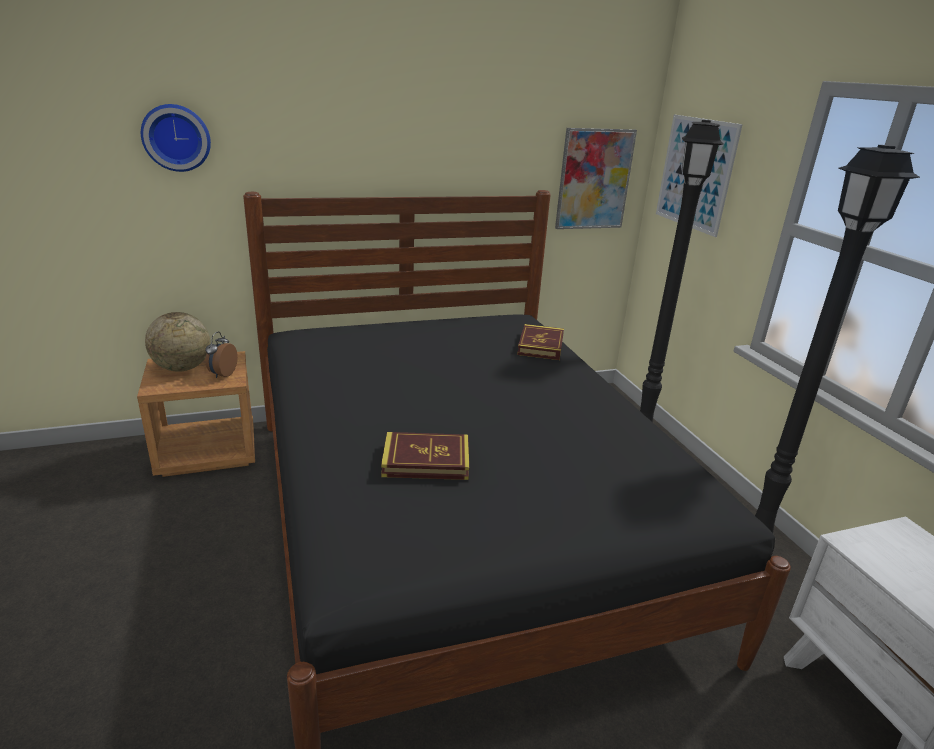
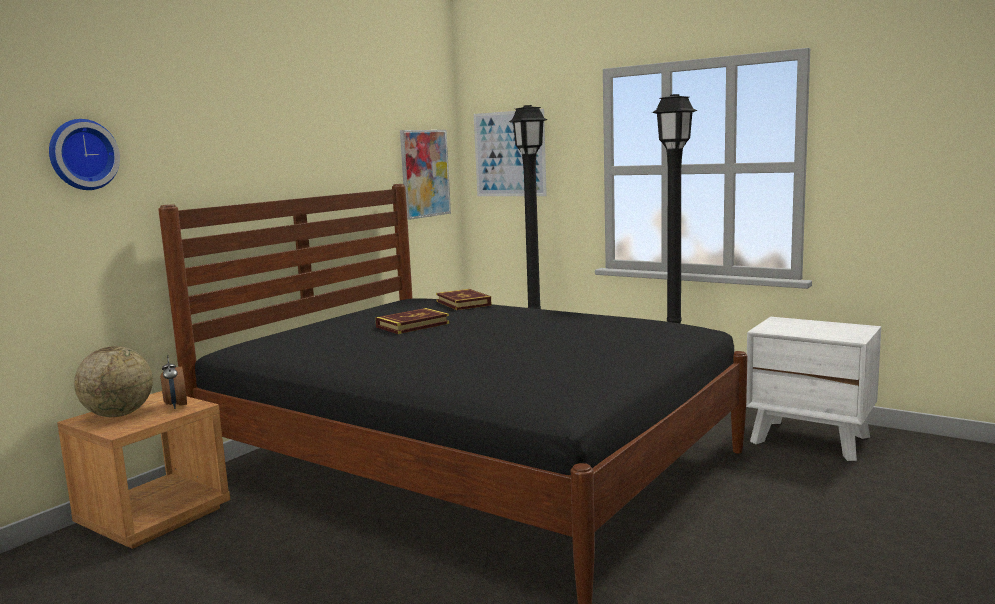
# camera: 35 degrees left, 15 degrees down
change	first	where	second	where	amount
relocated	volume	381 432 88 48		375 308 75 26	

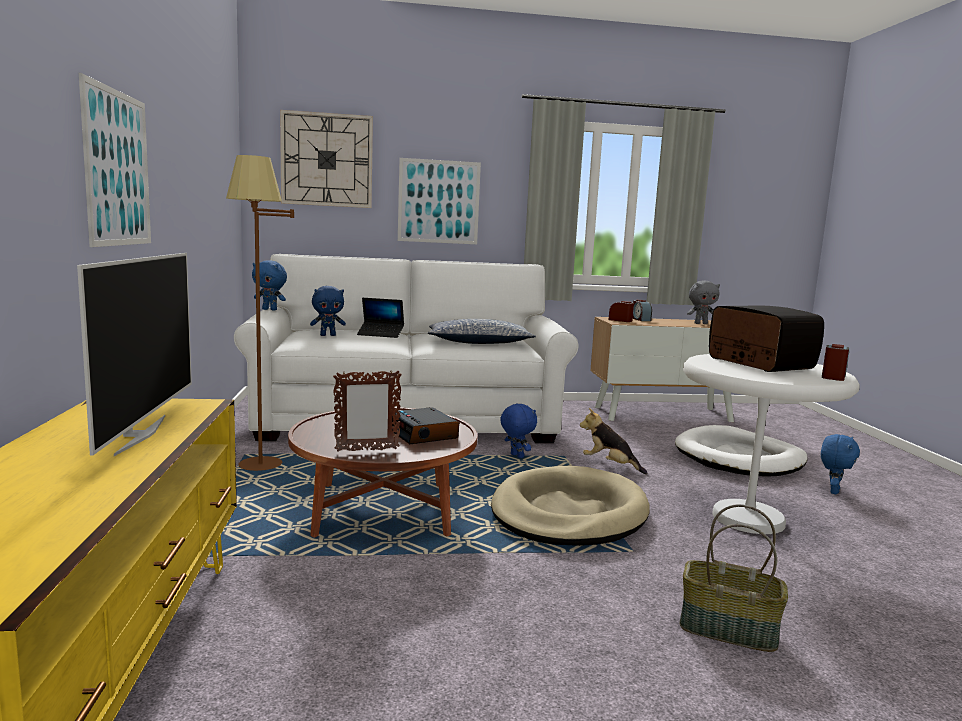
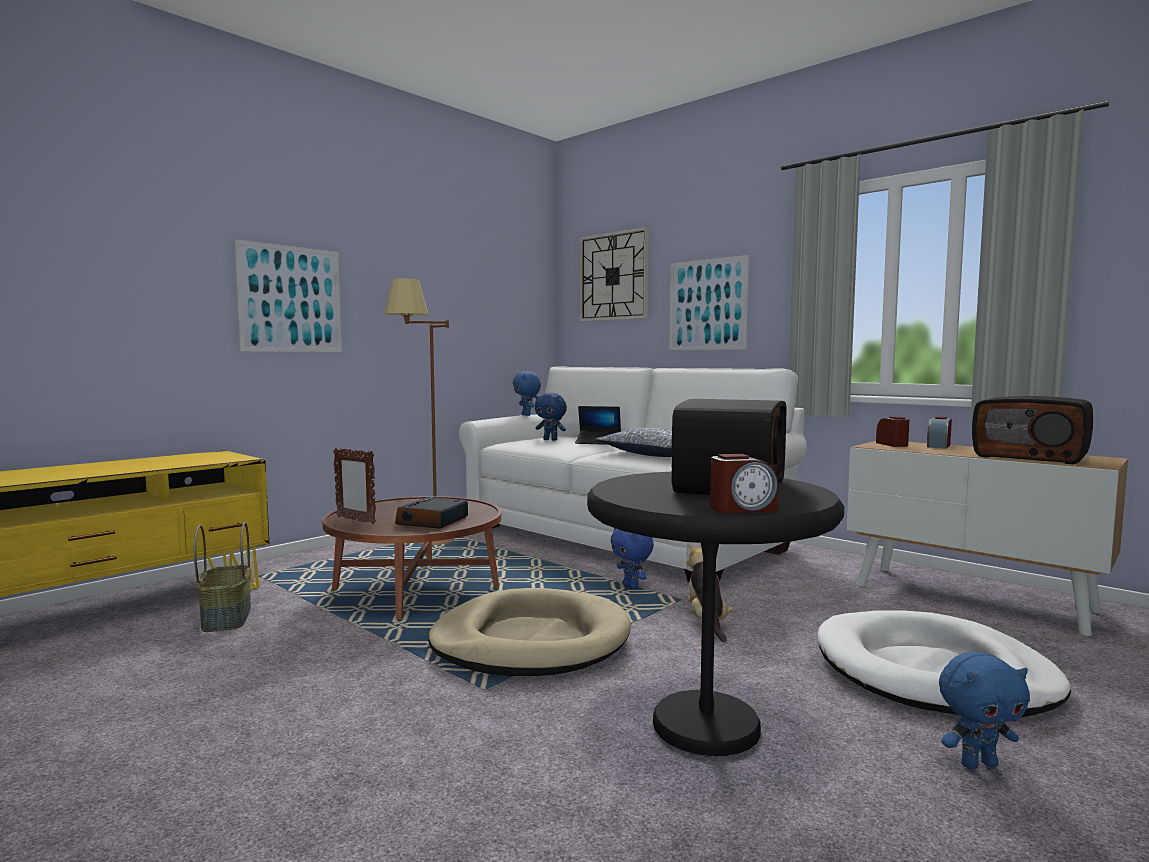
# camera: 50 degrees right, 5 degrees down
change	first	where	second	where	amount
relocated	household basket	680 504 108 148		194 522 57 110	
spun	notebook computer	357 298 47 40		575 406 46 39	45 degrees counterclockwise
colour	white accent table	683 354 177 180	blackish accent table	587 472 257 284	
spun	blue cuddly toy	500 403 37 55		610 528 44 60	135 degrees clockwise
exchanged	greyish cuddly toy	687 281 33 43	radio receiver	972 396 121 68	
missing	TV set	77 253 115 203			

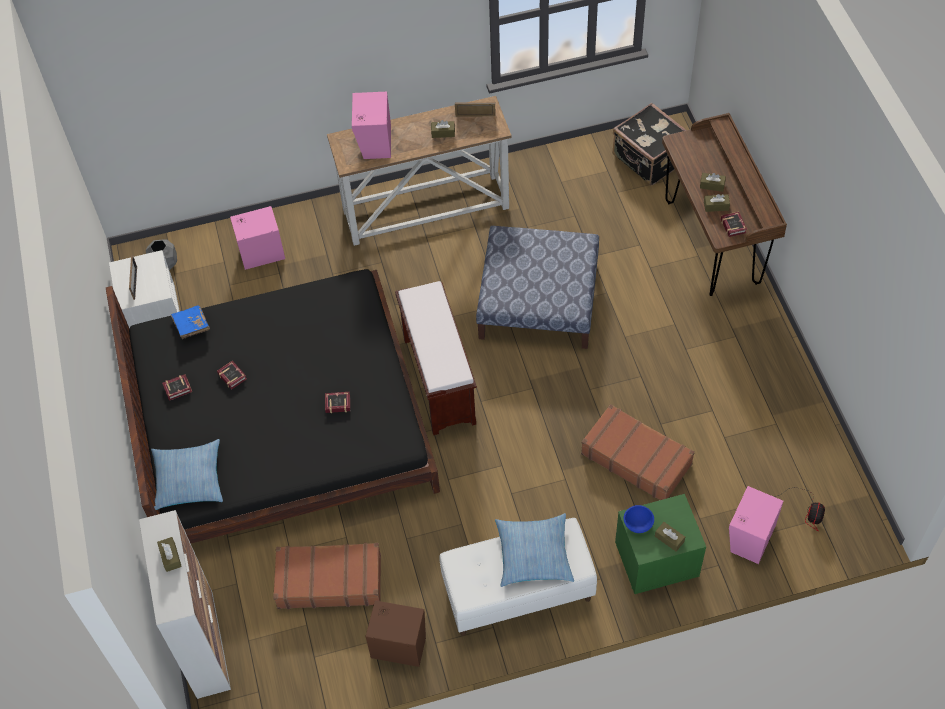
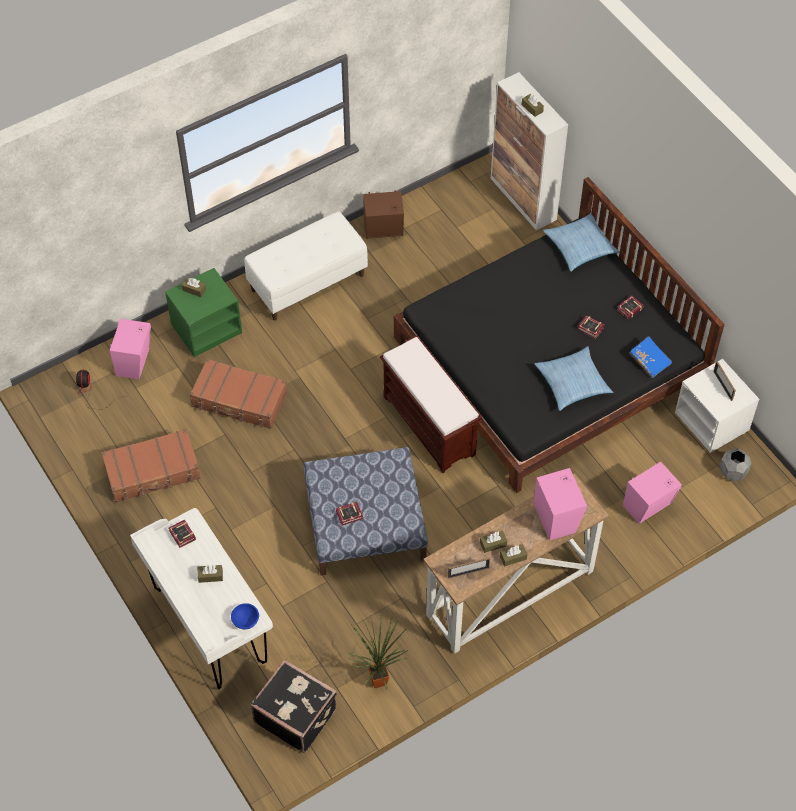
# camera: 160 degrees right, 0 degrees up
change	first	where	second	where	amount
relocated	brown travel case	273 543 108 66		101 429 100 73	
colour	brown desk	662 113 125 183	white desk	130 508 143 181	
relocated	blue serving bowl	624 505 30 28		231 603 28 26	
relocated	volume	325 392 25 21		336 502 27 24	
appeared			plant in a pot	348 613 60 77	
relocated	brown tissue holder	704 194 26 18		500 544 27 23	
relocated	cushion	495 513 79 74		534 346 80 65	

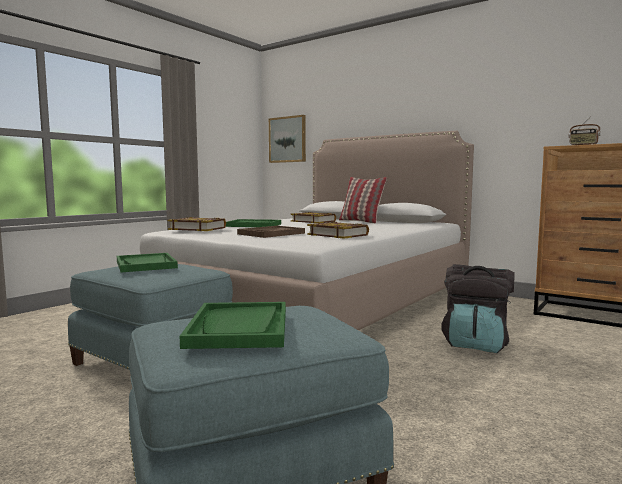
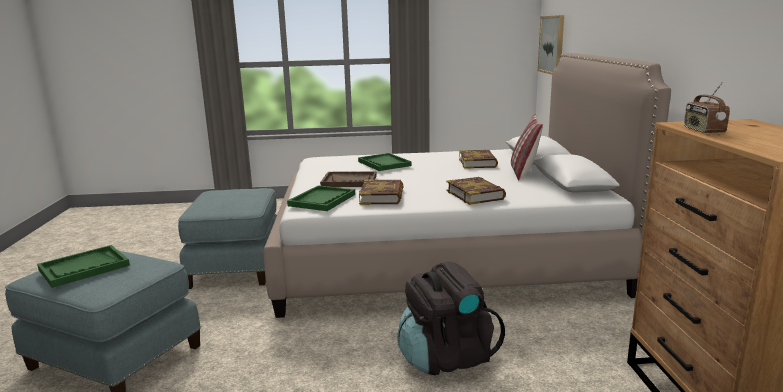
# camera: 50 degrees right, 10 degrees up
change	first	where	second	where	amount
relocated	greenish tray	117 253 61 19		287 185 68 26	
relocated	volume	168 217 58 14		446 177 60 28	

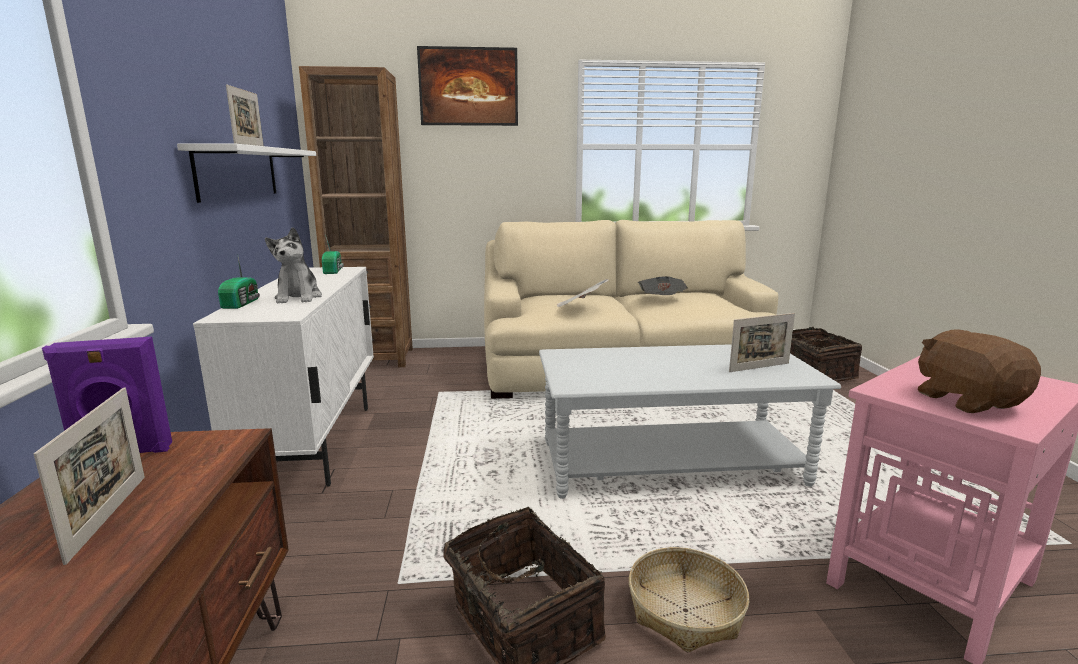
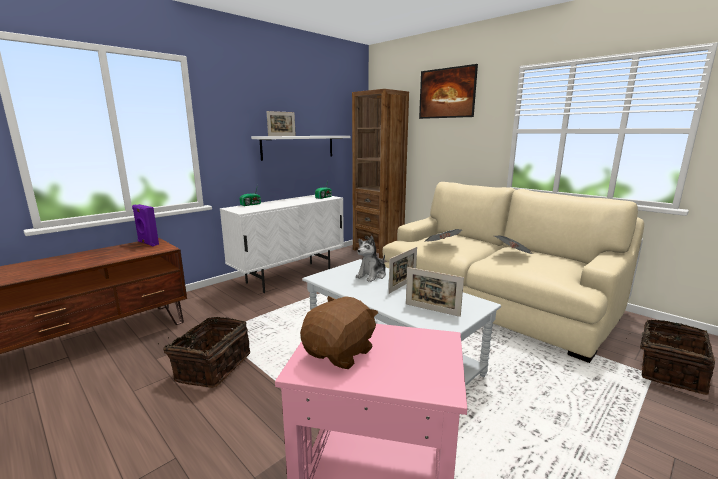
# camera: 50 degrees right, 0 degrees up
change	first	where	second	where	amount
relocated	cuddly toy	265 227 57 77		356 236 30 46	
relocated	photo frame	34 387 111 178		389 247 28 47	
missing	household basket	629 547 120 106			

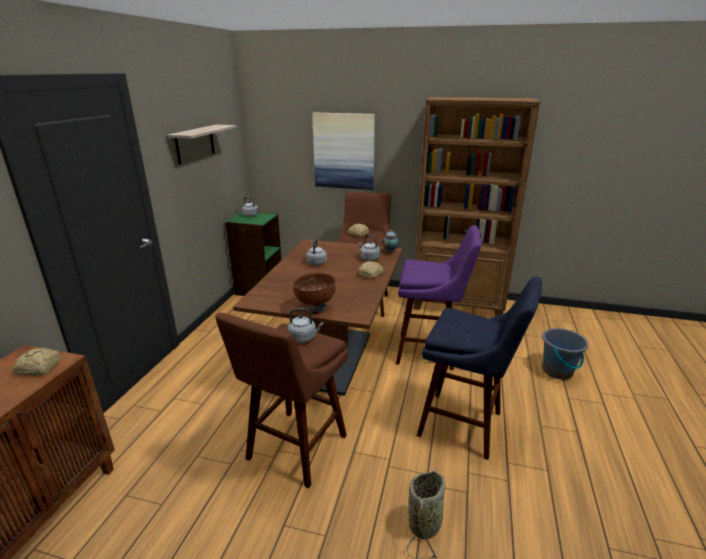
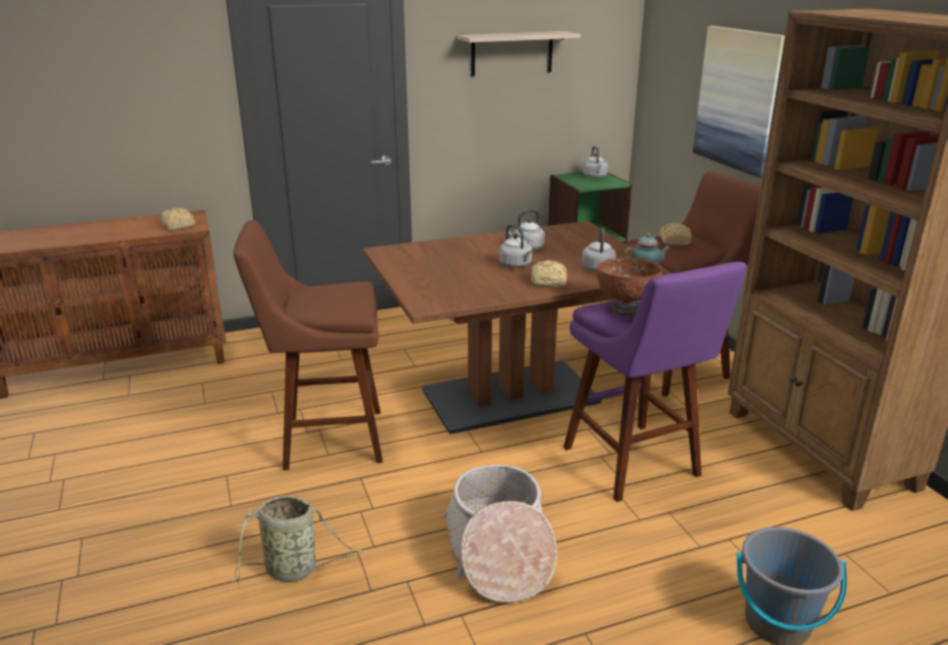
# camera: 55 degrees right, 0 degrees up
change	first	where	second	where	amount
exchanged	blue sitting stool	417 277 125 183	household basket	443 465 114 138	
relocated	greyish kettle	287 308 37 35		499 224 33 44	
relocated	brown serving bowl	293 273 43 41		597 257 65 59	

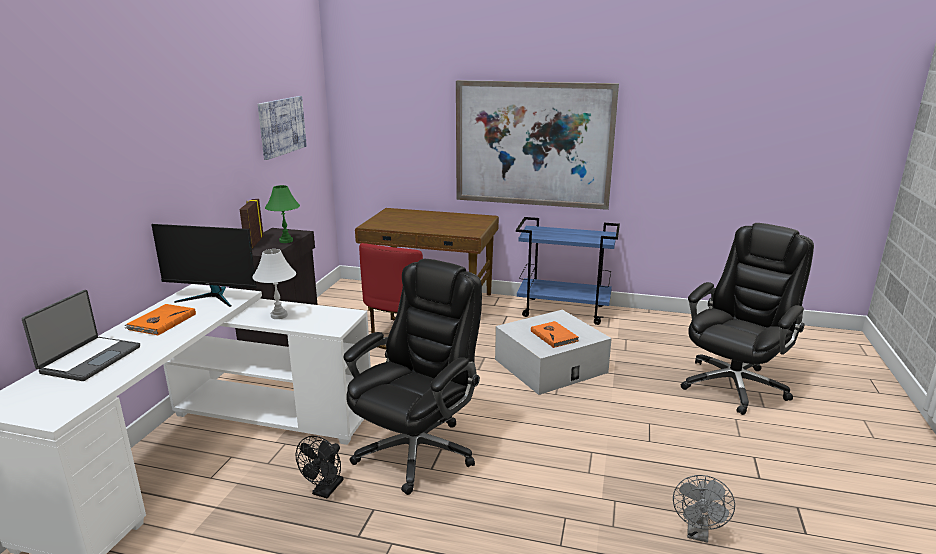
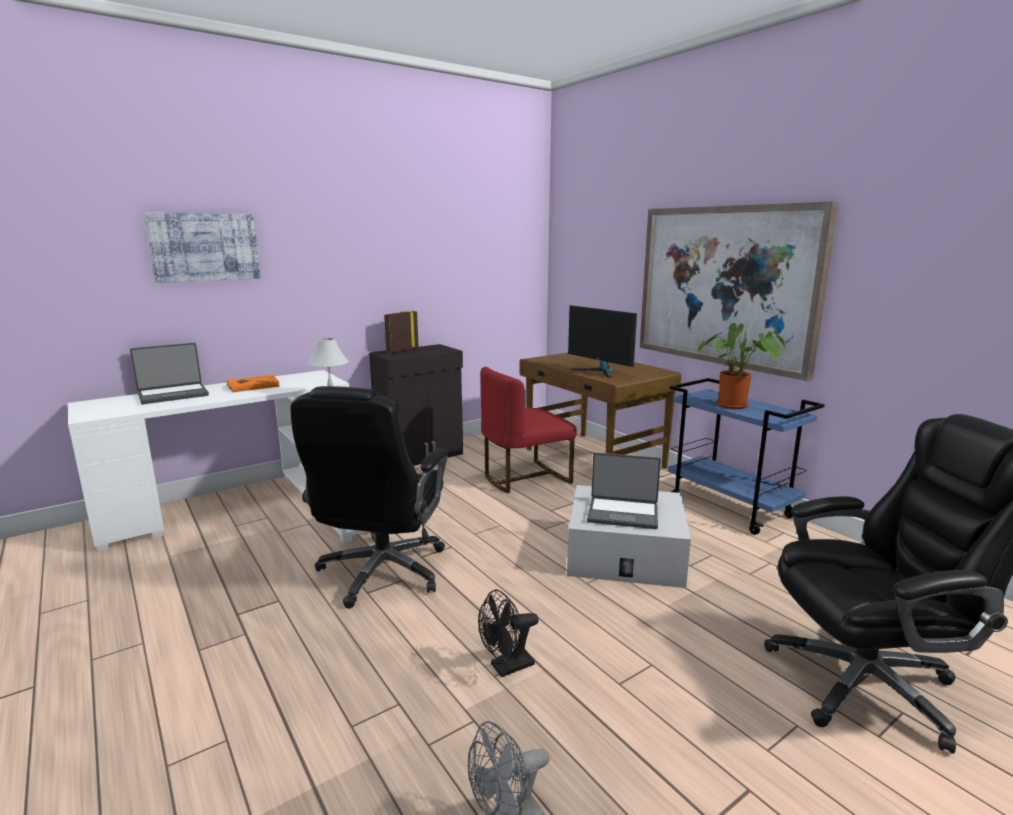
# camera: 40 degrees right, 5 degrees down
change	first	where	second	where	amount
relocated	wall picture	258 96 49 64		144 212 117 71	
spun	blackish office chair	343 259 139 236		290 386 159 223	120 degrees clockwise
relocated	blackish electric fan	296 436 47 62		478 590 61 87	
relocated	computer screen	151 224 106 83		568 305 69 74	
exchanged	orangey volume	531 321 48 27	notebook computer	587 453 74 76	
appeared			plant in a pot	698 323 87 86	
missing	greenish table lamp	265 185 35 58			

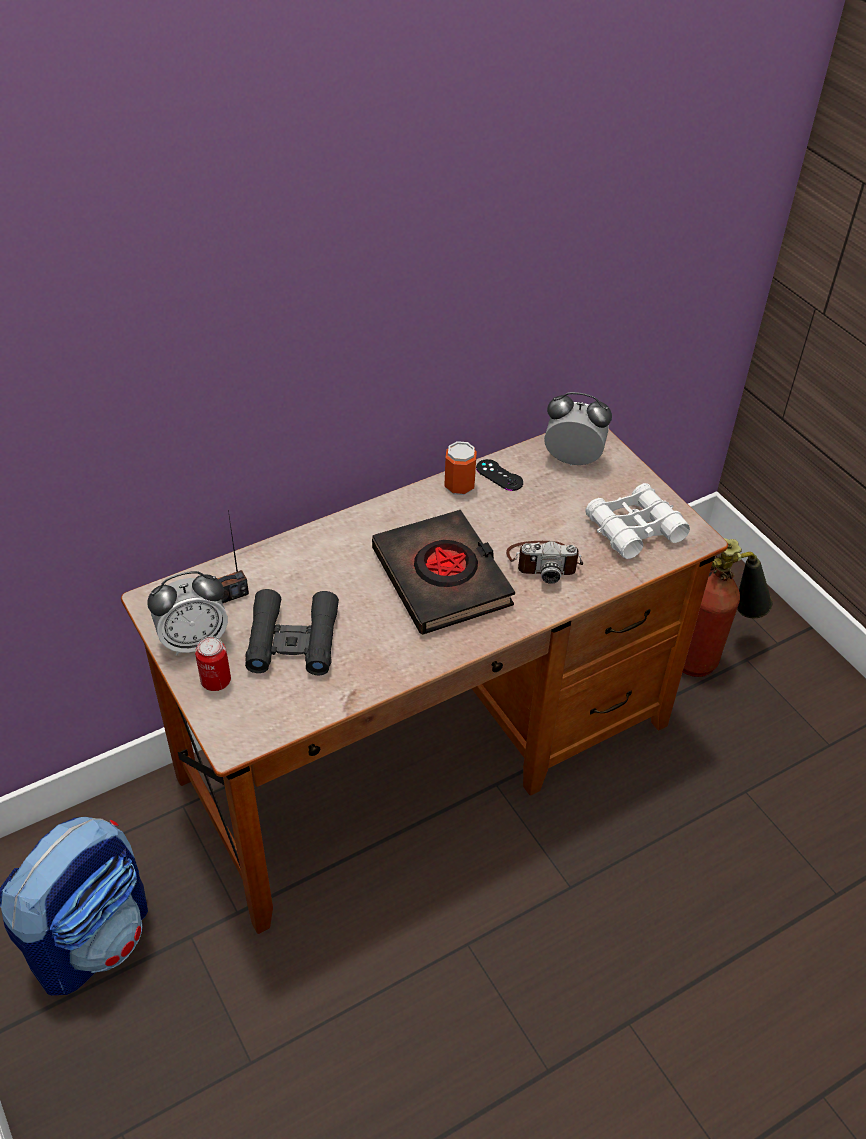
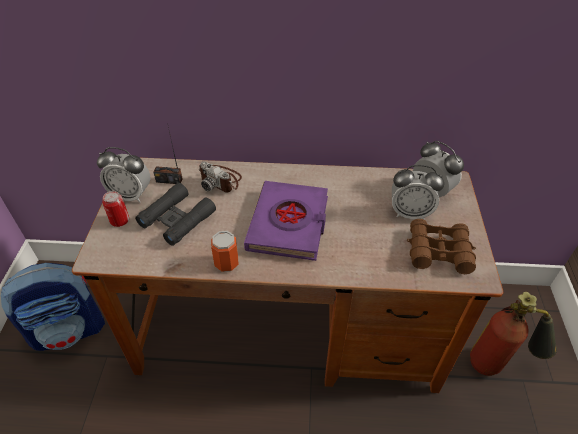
# camera: 35 degrees right, 0 degrees up
change	first	where	second	where	amount
relocated	photo camera	506 541 77 43		199 162 43 31	
relocated	metal can	444 441 33 54		211 231 28 41	
colour	blackish volume	372 510 143 125	purple volume	244 181 84 80	
appeared			table clock	392 165 52 55	
colour	white field glasses	585 483 105 76	brown field glasses	407 219 69 55	
missing	blackish joypad	476 459 47 32			

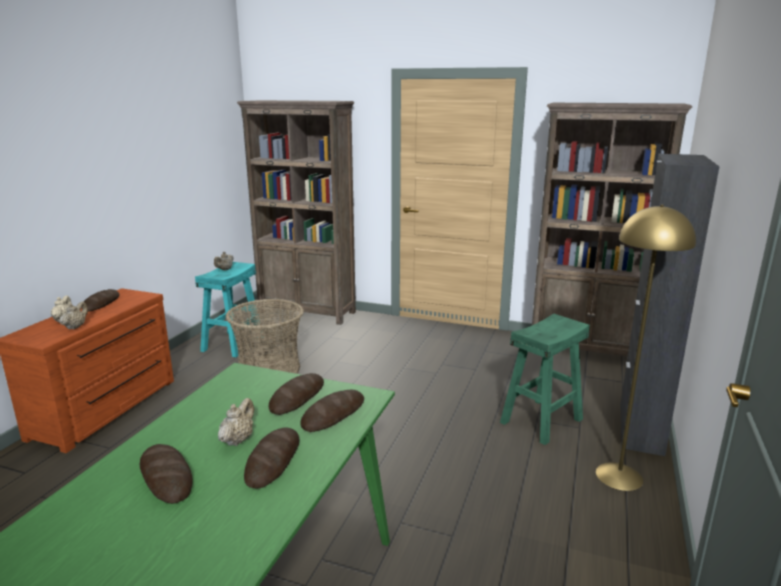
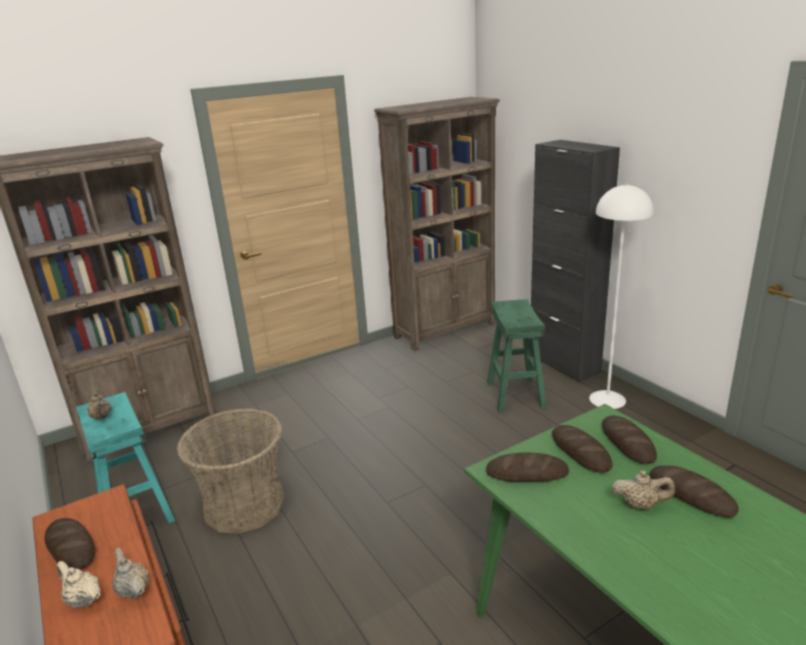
# camera: 50 degrees left, 5 degrees up
change	first	where	second	where	amount
relocated	bakery bread	140 444 53 60		486 453 83 29	
colour	yellowish floor lamp	596 205 100 286	white floor lamp	589 184 64 225	
spun	sand-coloured tea pot	218 398 36 48		612 470 63 39	135 degrees clockwise

